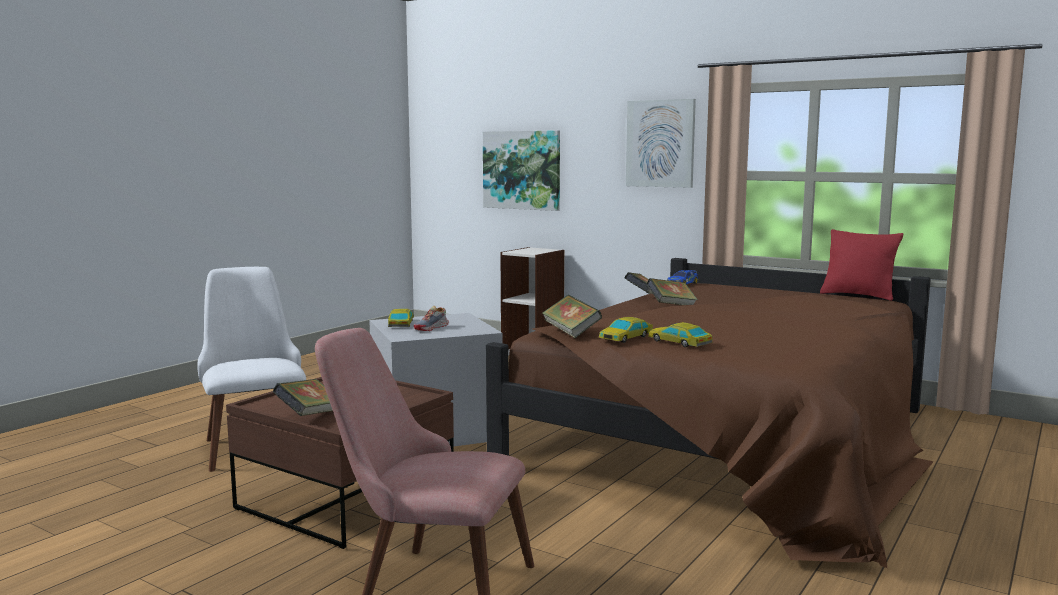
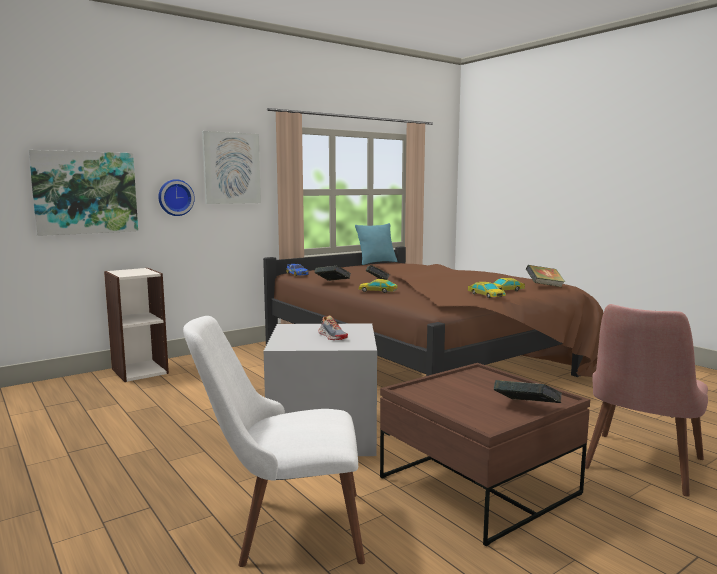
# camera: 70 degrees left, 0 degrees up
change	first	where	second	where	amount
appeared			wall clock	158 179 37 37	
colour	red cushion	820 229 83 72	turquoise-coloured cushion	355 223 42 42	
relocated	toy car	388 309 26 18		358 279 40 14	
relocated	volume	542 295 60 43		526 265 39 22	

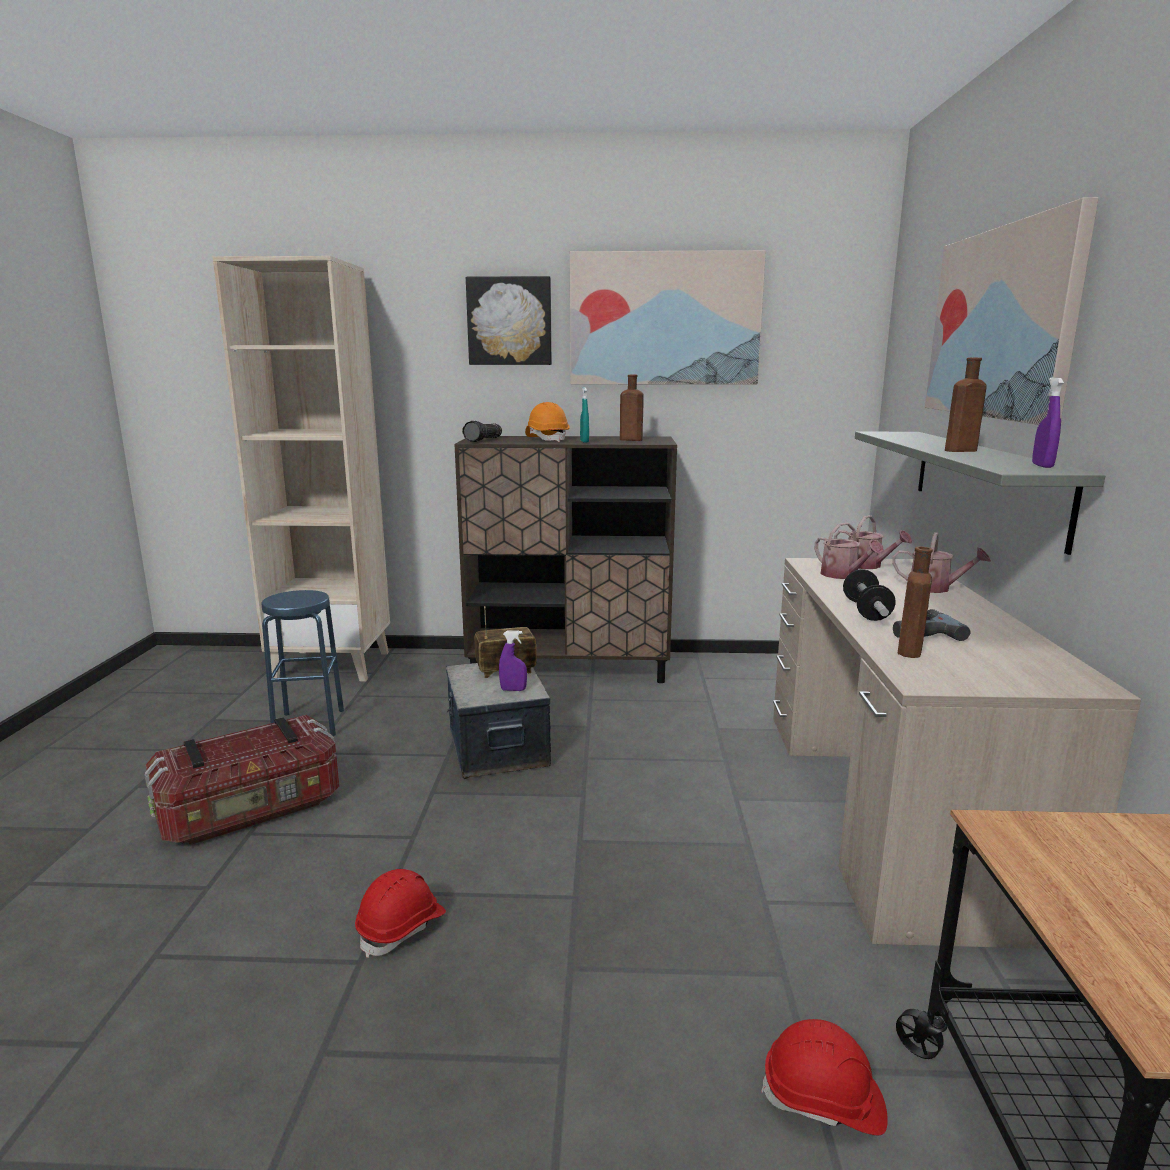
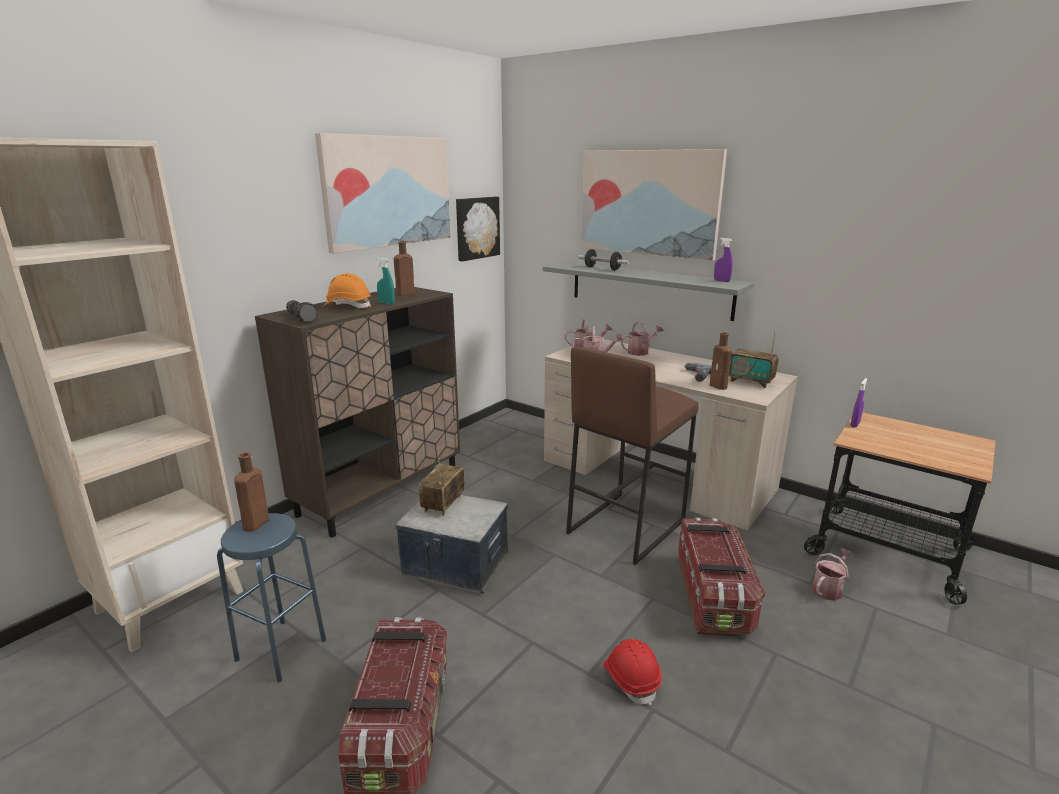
# camera: 55 degrees left, 5 degrees up
change	first	where	second	where	amount
relocated	brown beverage bottle	945 358 42 94		234 452 35 80	
relocated	wall picture	466 276 86 89		456 197 44 64	
appeared			brown sitting stool	566 346 133 219	
relocated	free weight	843 569 53 52		578 249 52 21	
appeared			storage box	678 518 87 118	
appeared			radio receiver	729 331 50 57	
exchanged	red hard hat	761 1019 127 116	watering can	811 548 43 53	
relocated	purple sprayer	499 631 28 60		850 378 17 50	

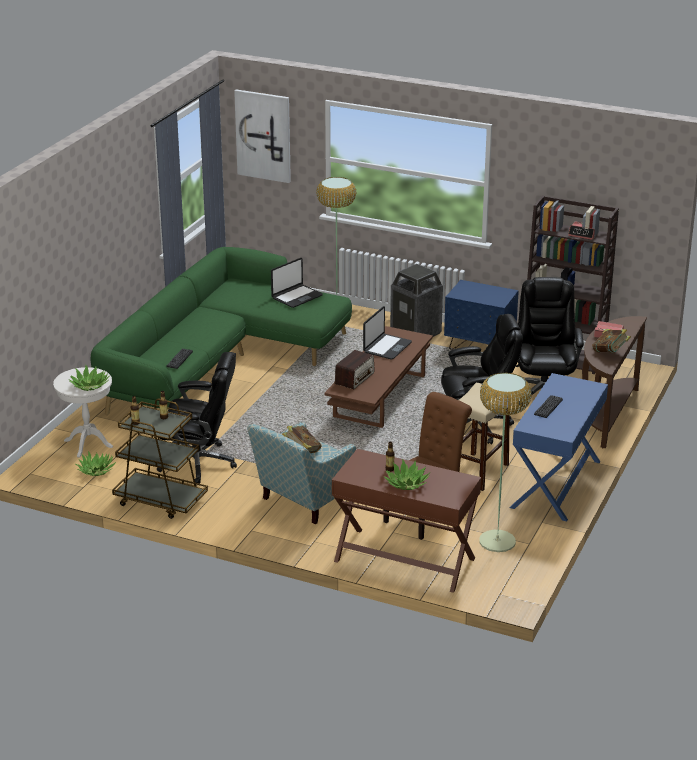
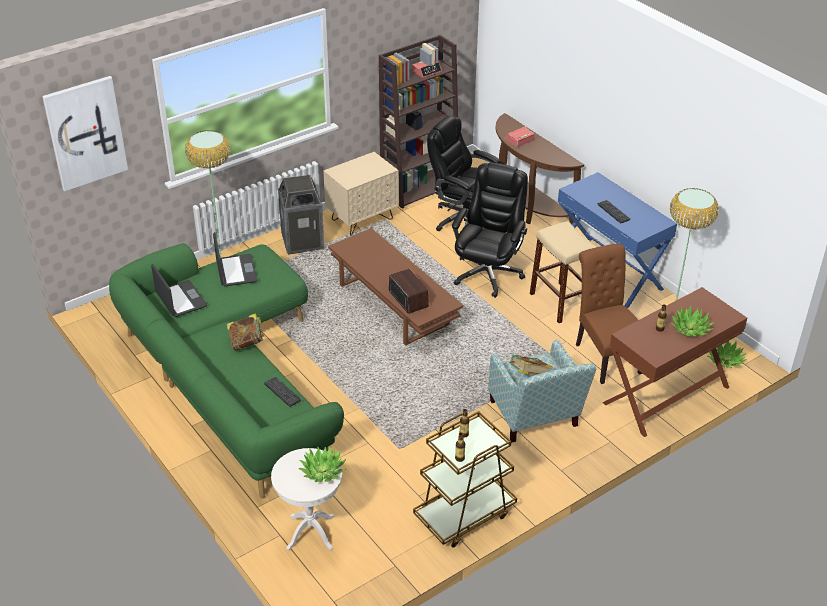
# camera: 60 degrees left, 10 degrees up
change	first	where	second	where	amount
relocated	notebook computer	363 306 49 53		151 264 56 53	
relocated	volume	592 329 39 24		227 313 38 38	
colour	blue bedside table	444 280 75 70	sand-coloured bedside table	324 152 75 84	
relocated	plant in a pot	76 451 40 25		708 341 38 27	
missing	blackish office chair	157 352 80 132			

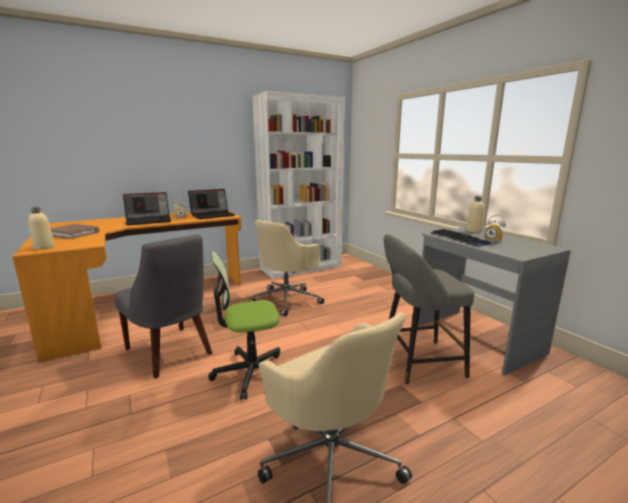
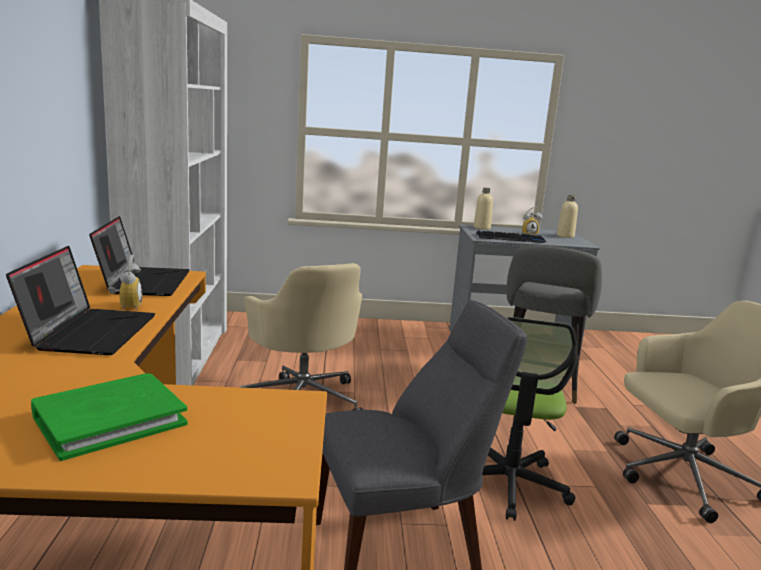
# camera: 65 degrees left, 0 degrees up
change	first	where	second	where	amount
colour	brown volume	51 224 48 15	greenish volume	31 373 157 88	
relocated	sand-coloured beverage bottle	28 207 27 43		557 195 21 43	

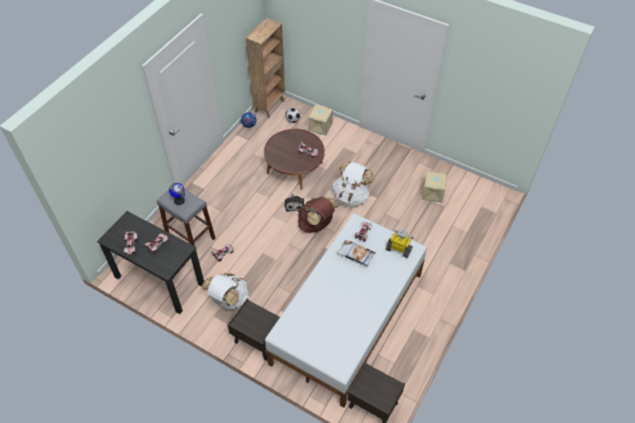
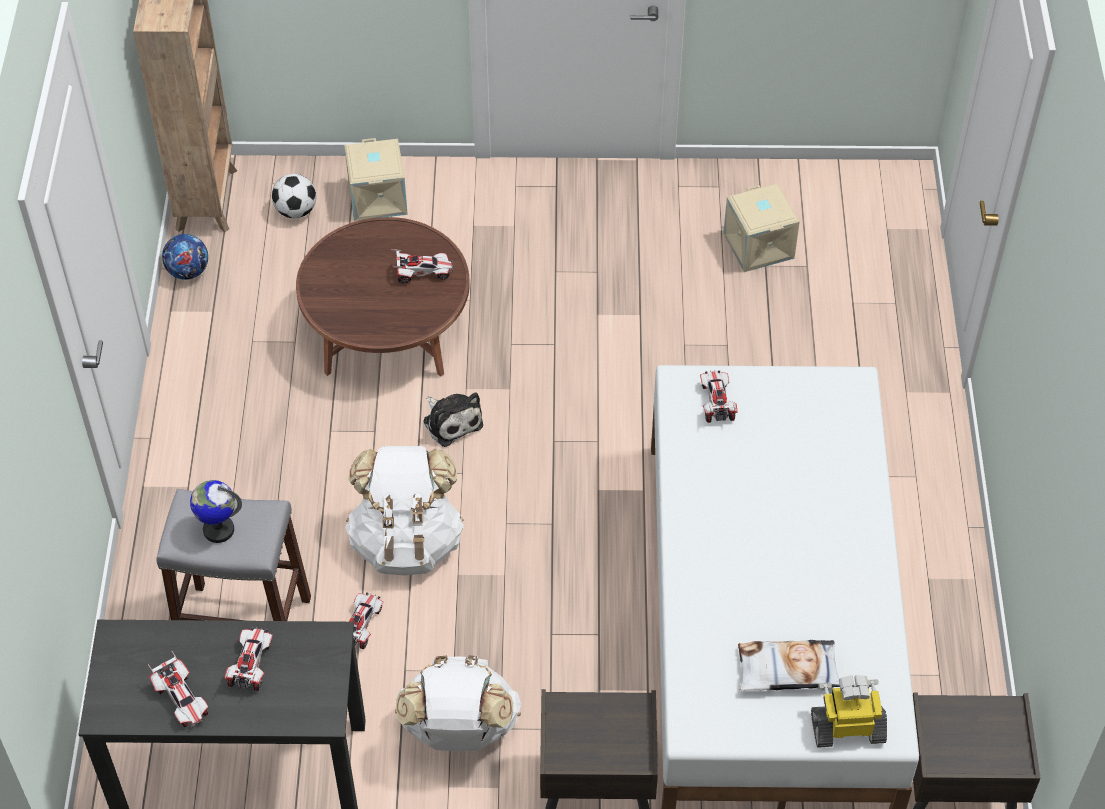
# camera: 30 degrees left, 0 degrees up
change	first	where	second	where	amount
relocated	white knapsack	333 161 41 46		345 446 119 129	
relocated	cushion	336 240 39 26		738 640 102 51	
relocated	toy robot	386 229 28 29		811 675 76 73	
missing	brown knapsack	298 197 41 36			

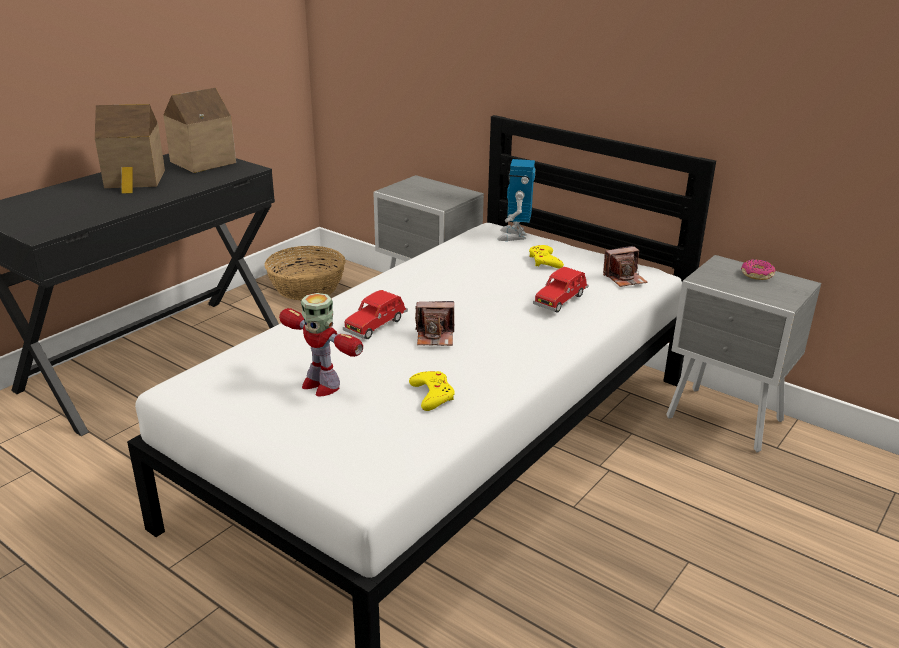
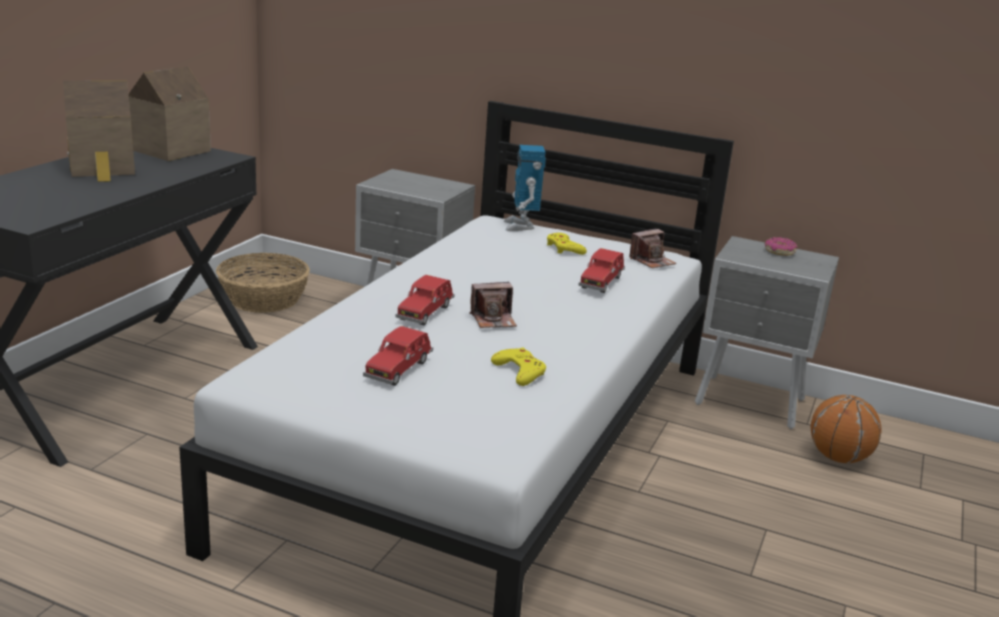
# camera: 15 degrees left, 5 degrees down
change	first	where	second	where	amount
exchanged	toy robot	279 293 84 104	red toy car	363 326 70 60	
appeared			basketball ball	811 395 71 68	

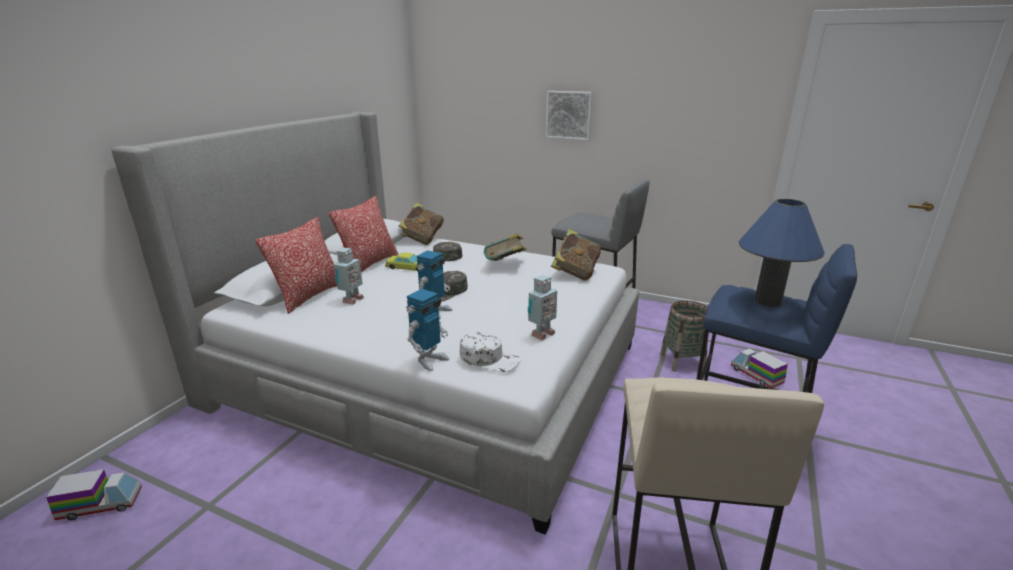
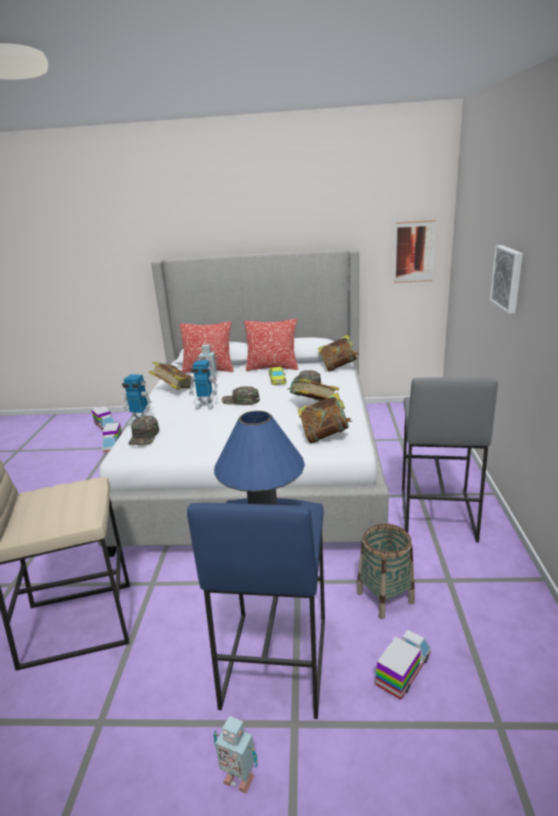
# camera: 70 degrees right, 0 degrees up
change	first	where	second	where	amount
appeared			toy lorry	102 422 20 30	
colour	white peaked cap	460 332 60 40	greenish peaked cap	128 416 31 29	
appeared			volume	149 362 43 27	
relocated	toy robot	528 275 29 65		213 716 45 78	
appeared			wall picture	394 220 42 63	

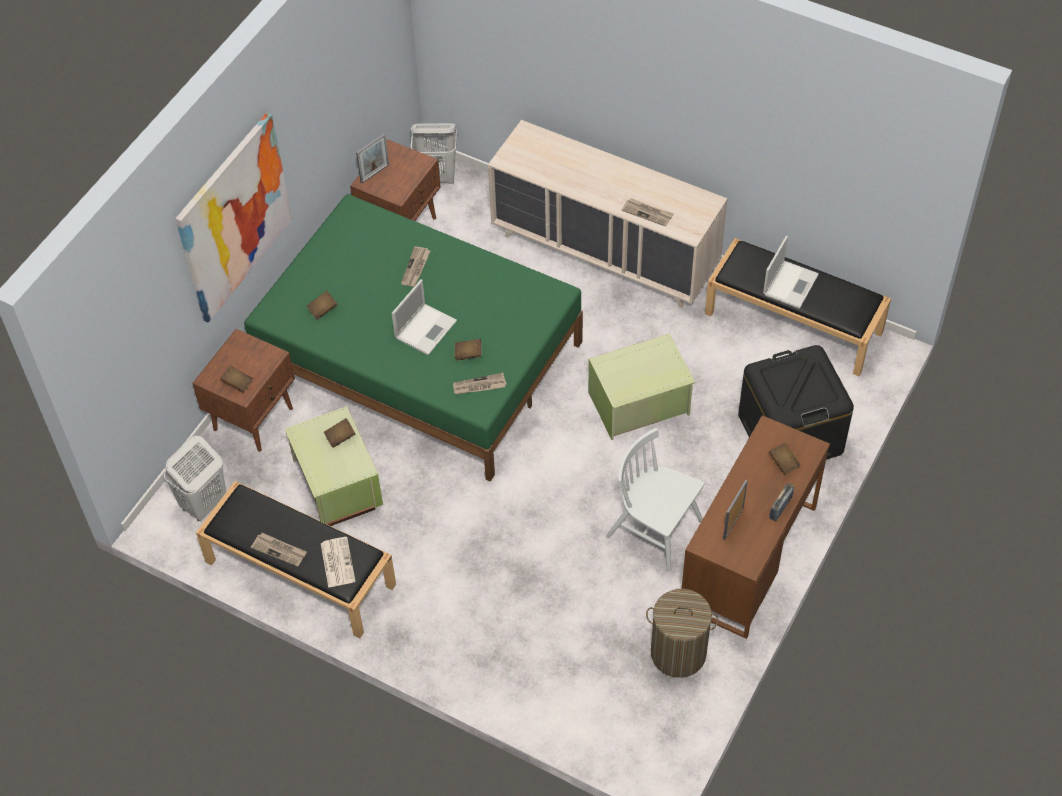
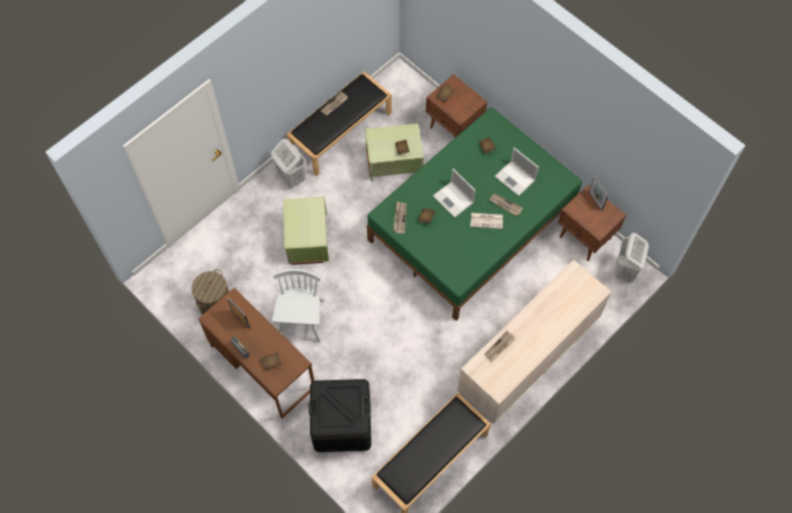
# camera: 105 degrees right, 10 degrees up
change	first	where	second	where	amount
relocated	white hamper	164 436 62 85		271 139 35 49	
spun	white plain chair	606 428 98 144		272 269 52 74	45 degrees counterclockwise
relocated	greenish storage box	588 334 107 106		283 196 46 69	
relocated	printed paper	321 537 34 51		471 213 32 16	
relocated	notebook computer	763 236 56 73		495 147 44 49	
missing	wall picture	175 113 117 209			

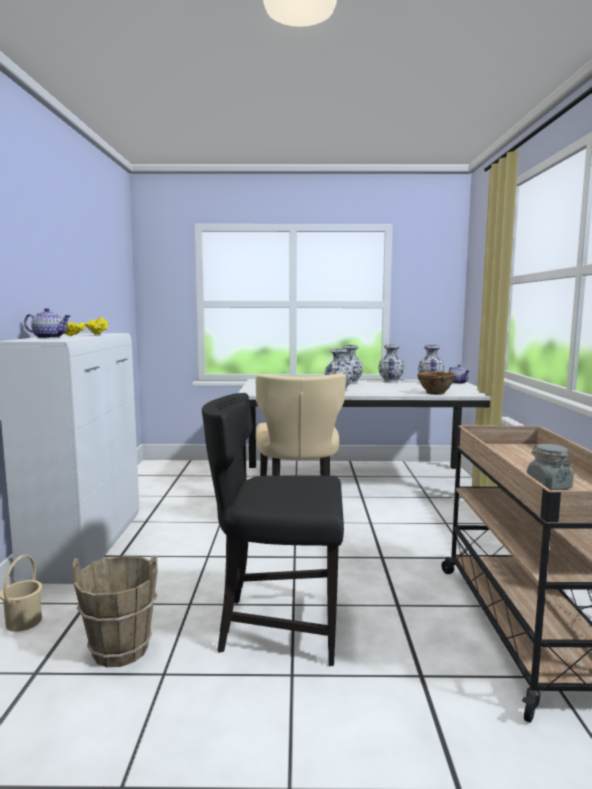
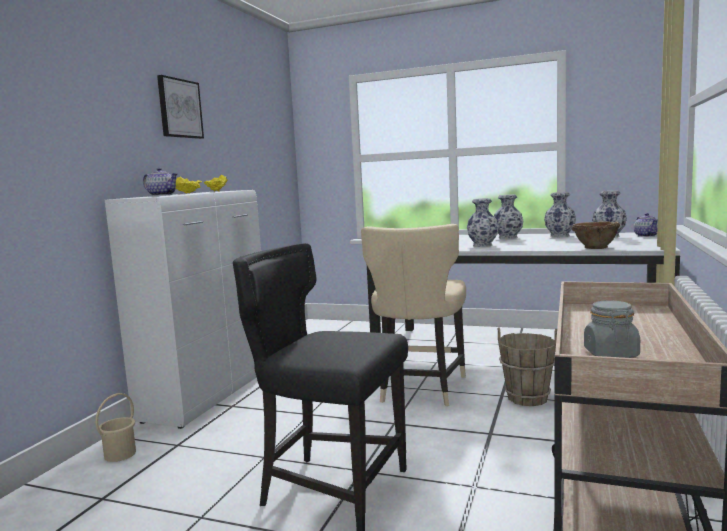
# camera: 20 degrees right, 0 degrees up
change	first	where	second	where	amount
appeared			wall picture	157 75 47 64	
relocated	brown bucket	72 556 86 111		498 328 59 78	

